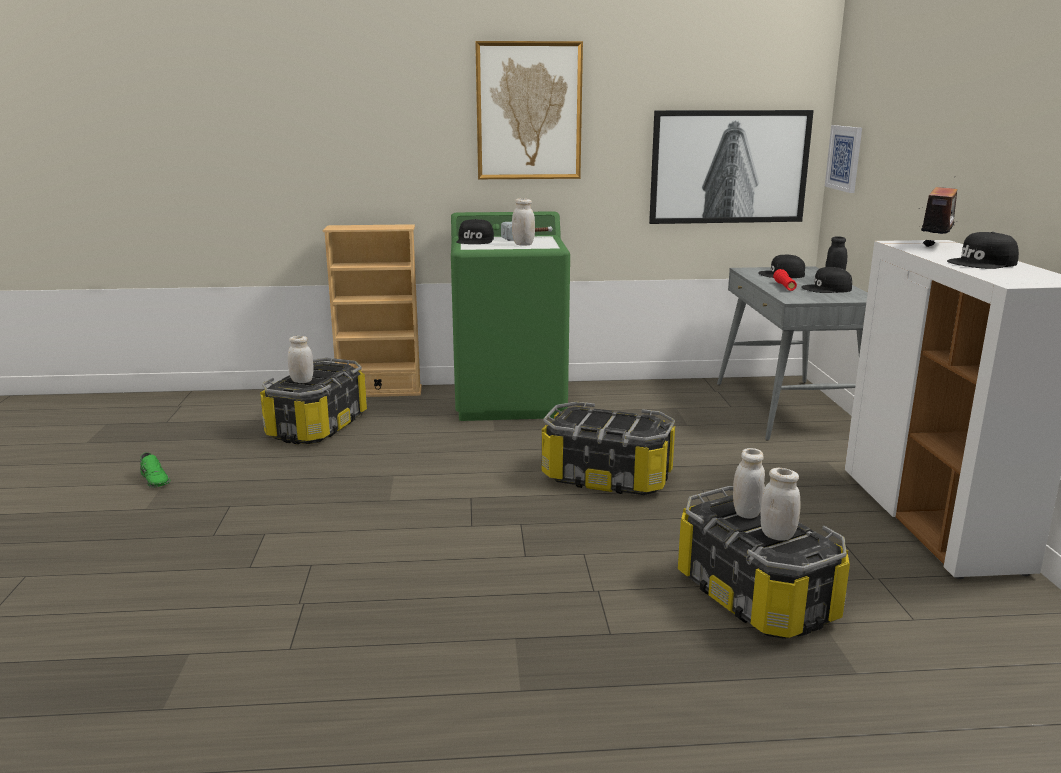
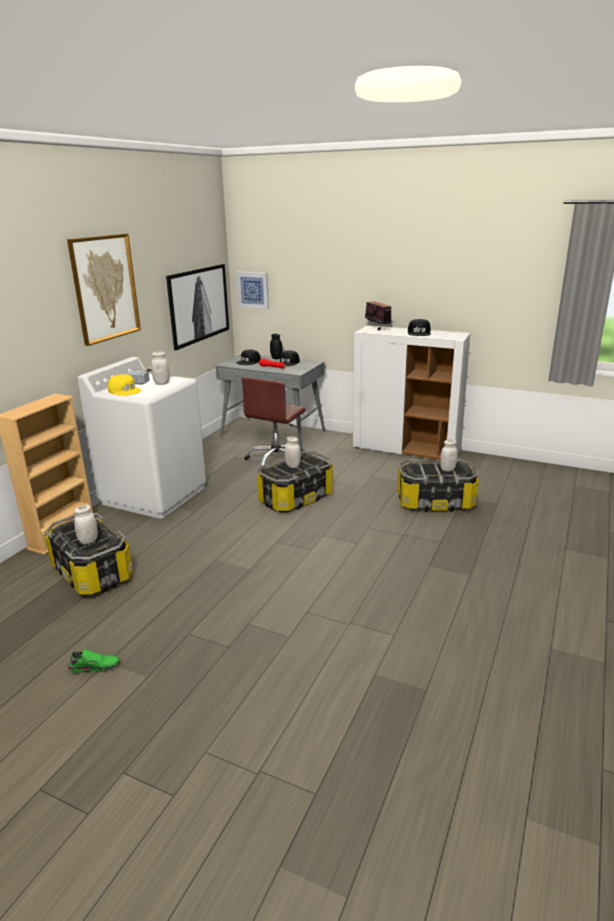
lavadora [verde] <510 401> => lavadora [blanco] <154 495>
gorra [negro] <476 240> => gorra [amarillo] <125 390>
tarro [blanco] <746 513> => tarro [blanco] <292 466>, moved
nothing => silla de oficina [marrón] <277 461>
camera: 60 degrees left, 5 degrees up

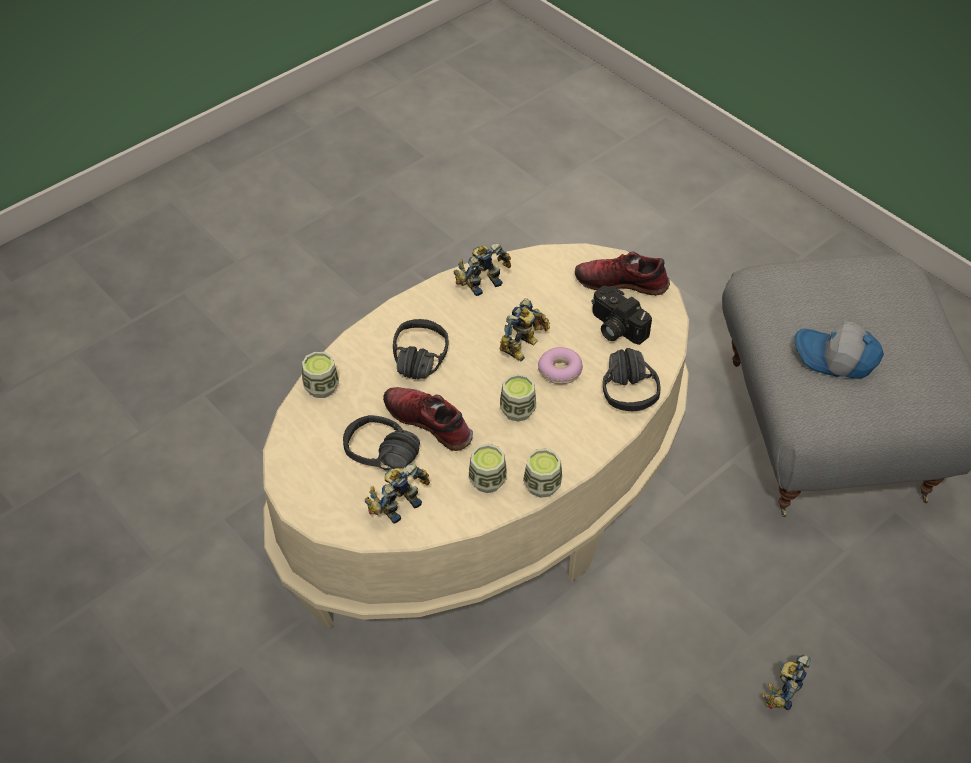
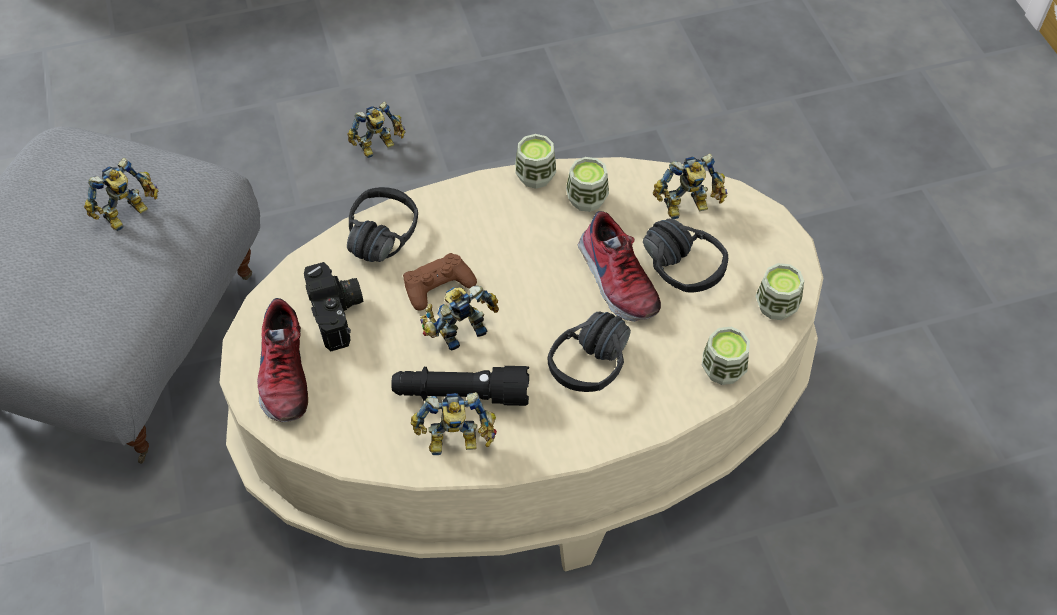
zapato <621 282> => zapato <282 373>, 45 degrees clockwise
gorra <835 359> => robot de juguete <129 215>
rosquilla <560 371> => mando de consola [marrón] <438 285>
taza <517 410> => taza <776 306>, moved
nothing => linterna [negro] <461 394>
camera: 155 degrees left, 5 degrees up

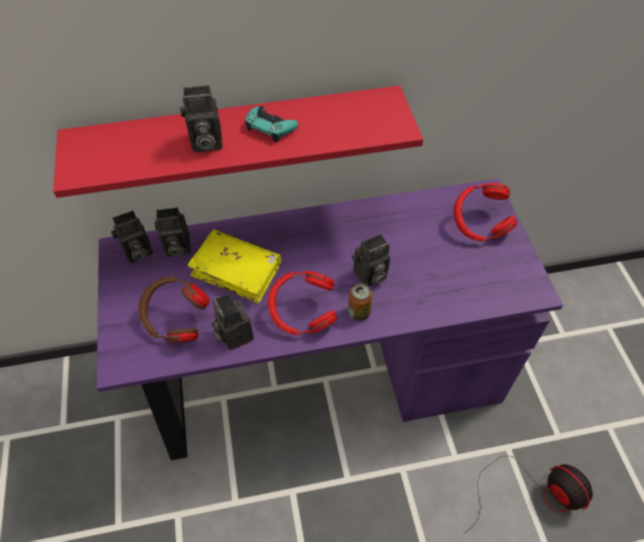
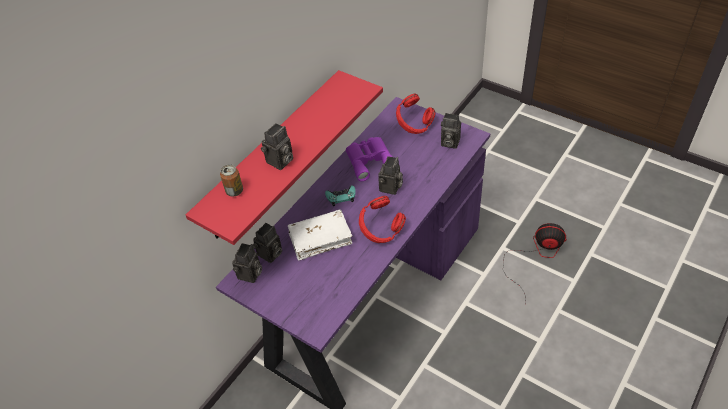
mando de consola [turquesa] <270 127> => mando de consola [turquesa] <341 197>, moved
libro [amarillo] <237 271> => libro [blanco] <320 239>
auriculares [marrón] <176 322> => nothing
lata <359 312> => lata <234 191>, moved
cámara <233 334> => cámara <449 142>, moved
nothing => prismáticos [morado] <370 160>
camera: 40 degrees left, 5 degrees down

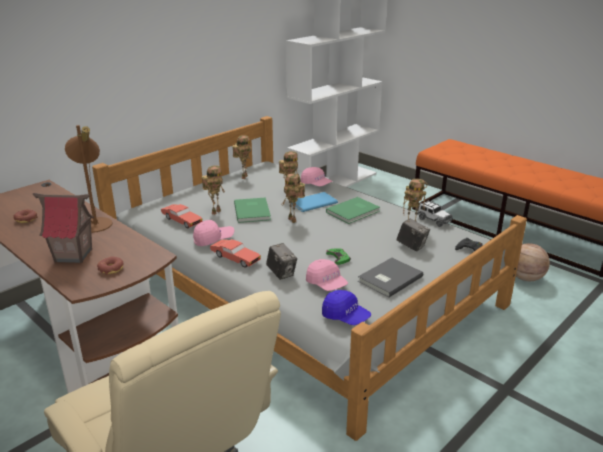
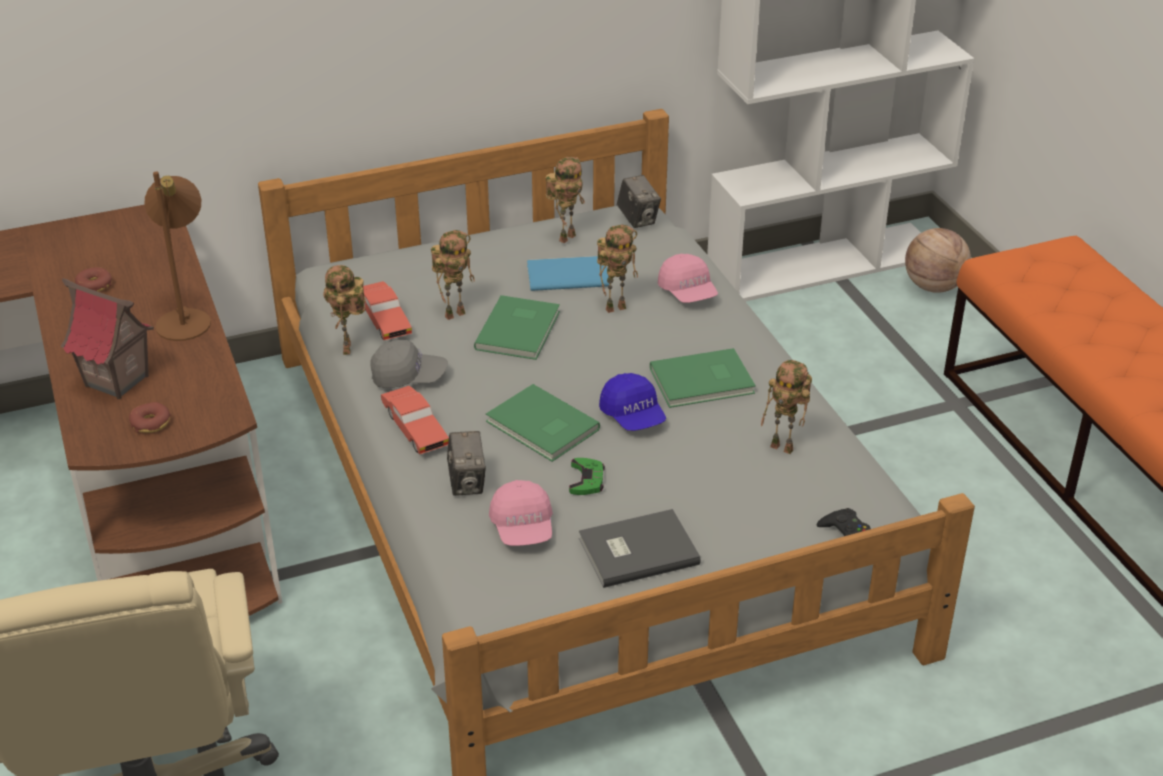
robot de juguete <293 220> => robot de juguete <349 349>, moved
libro [azul] <312 203> => libro [azul] <565 274>, moved
coche de juguete <433 220> => nothing
cámara <411 246> => cámara <638 219>, moved
gorra [rosa] <213 239> => gorra [gris] <409 377>
balón de baloncesto <525 278> => balón de baloncesto <933 287>, moved
gorra [azul] <345 317> => gorra [azul] <633 416>, moved
nothing => libro [verde] <541 427>
camera: 25 degrees right, 10 degrees up

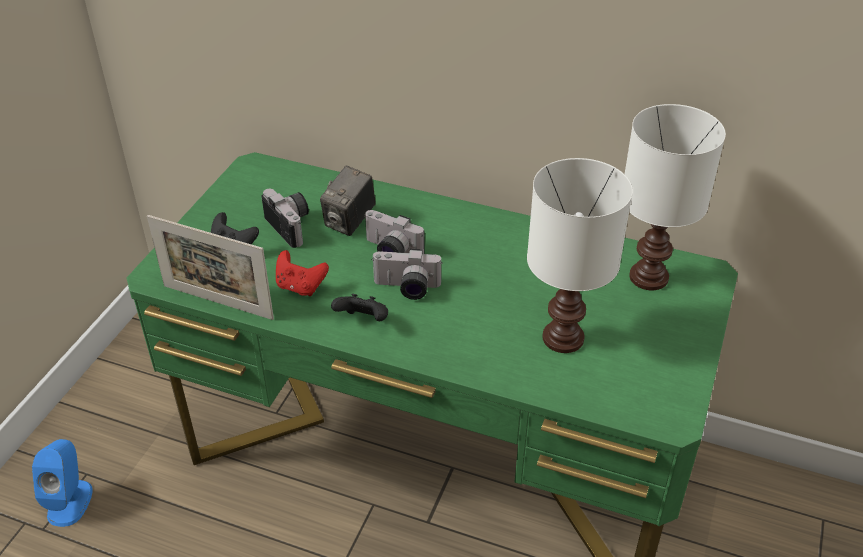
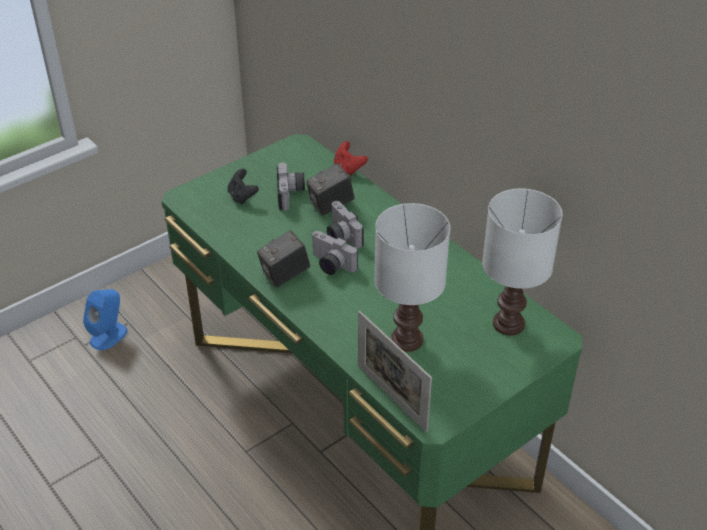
portarretratos <218 302> => portarretratos <391 397>, moved
mando de consola [rojo] <300 287> => mando de consola [rojo] <348 168>, moved
mando de consola [negro] <363 321> => cámara <285 275>
camera: 30 degrees right, 0 degrees up

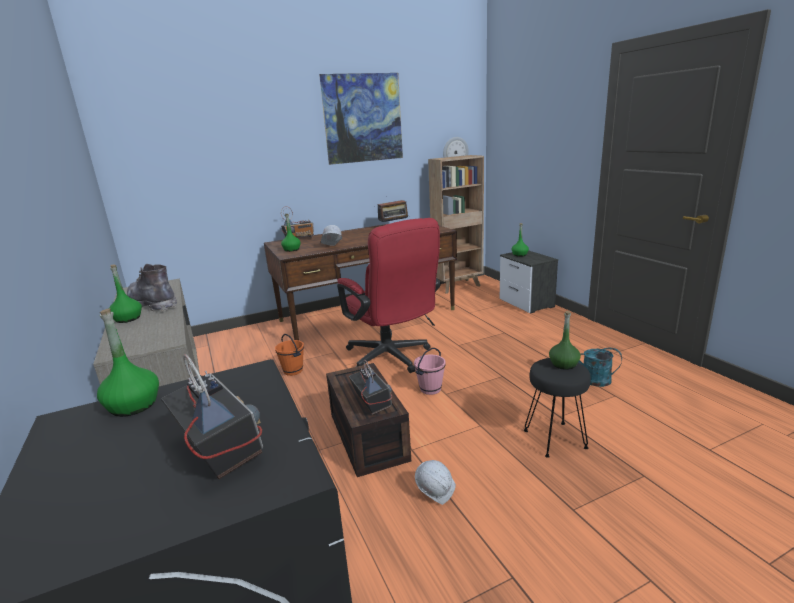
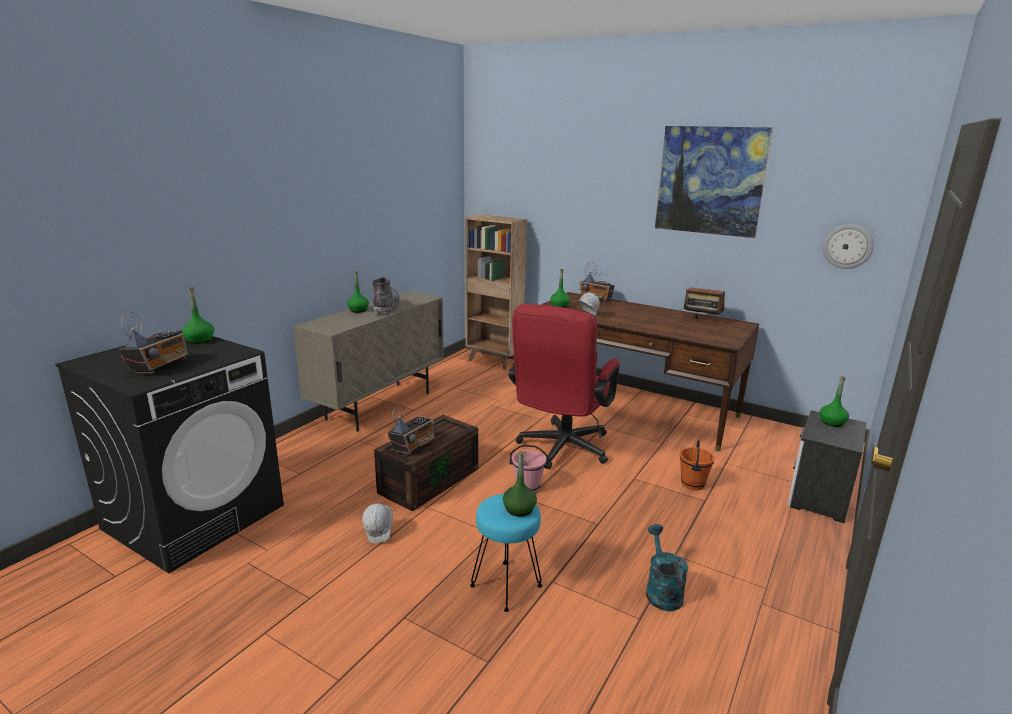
estantería [marrón] <458 286> => estantería [marrón] <494 361>, moved
cubo [naranja] <293 371> => cubo [naranja] <693 484>, moved
taburete [negro] <554 438> => taburete [turquesa] <507 585>
camera: 55 degrees right, 0 degrees up

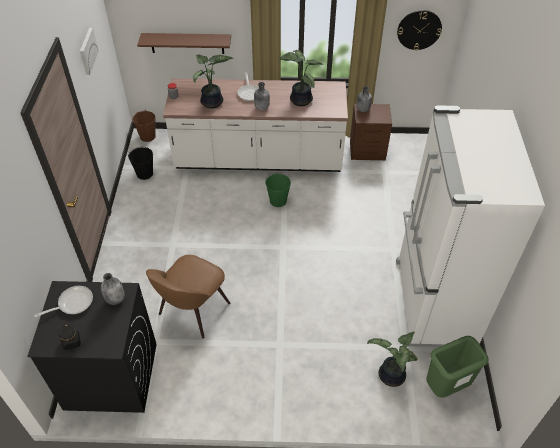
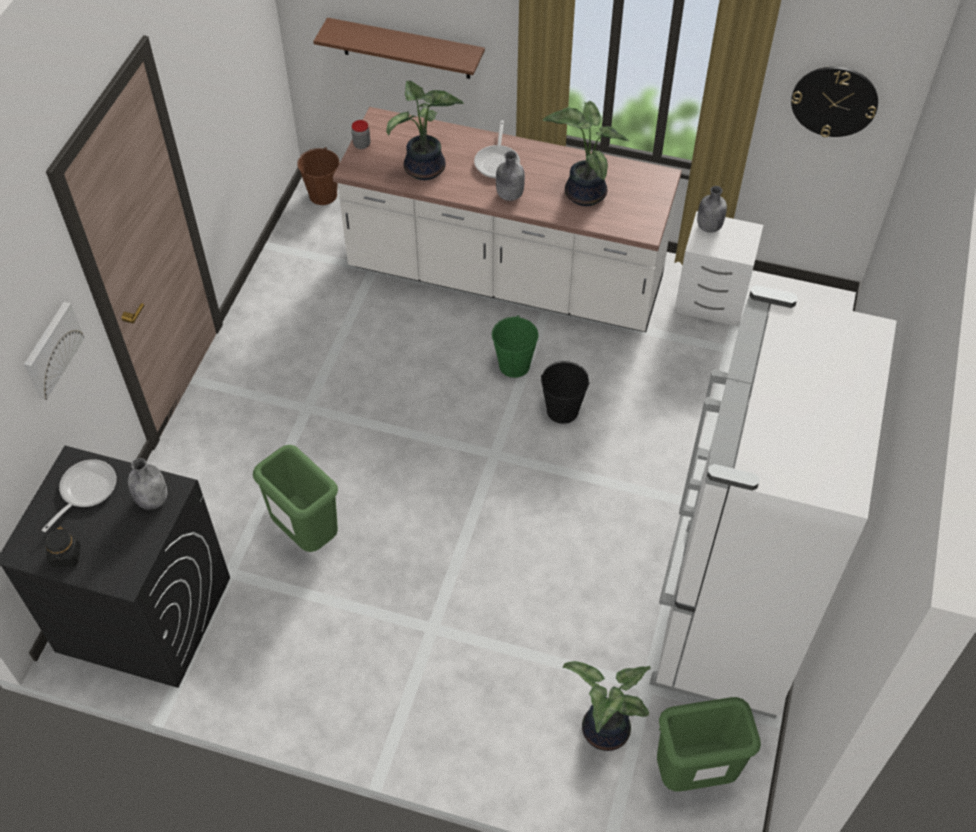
cuadro <87 51> => cuadro <51 349>, moved
mesita de noche [marrón] <368 151> => mesita de noche [blanco] <712 302>
cubo [negro] <145 174> => cubo [negro] <562 410>, moved
silla [marrón] <192 311> => papelera [verde] <305 534>
sartén <72 303> => sartén <85 491>, 45 degrees counterclockwise
camera: 15 degrees right, 5 degrees up

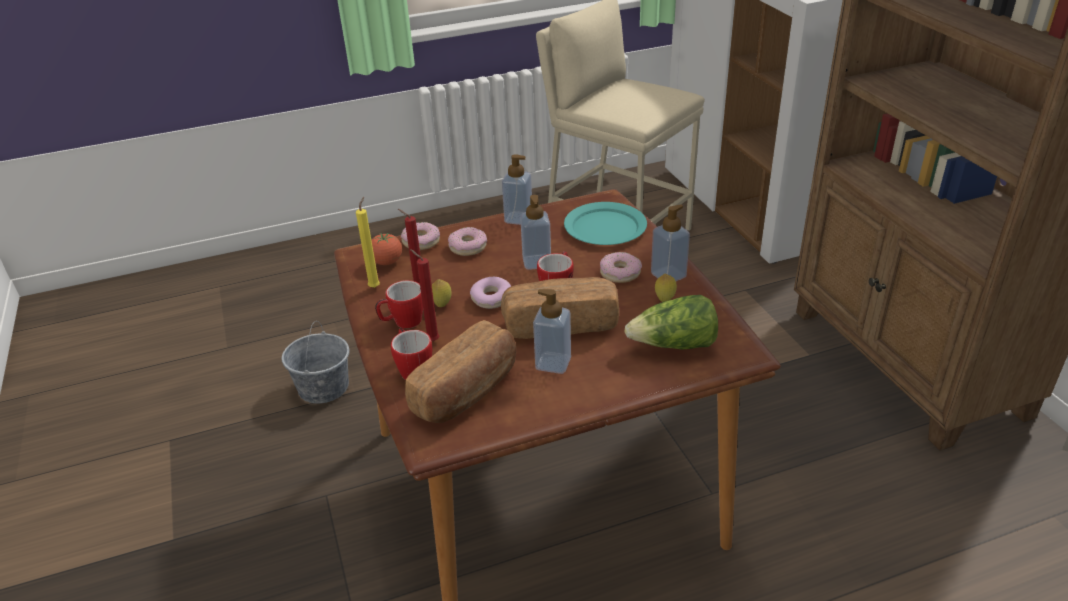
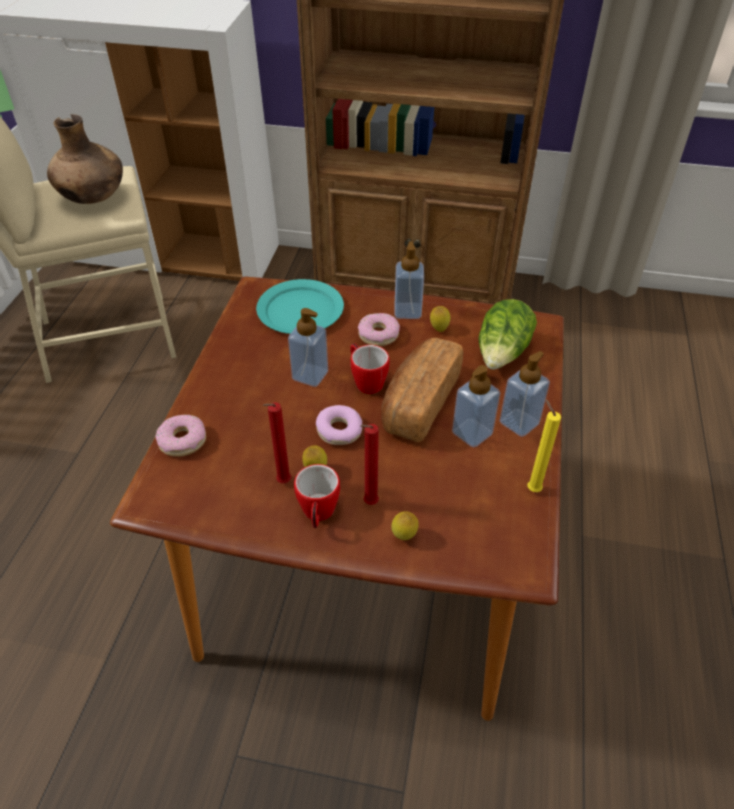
dispensador de jabón <518 218> => dispensador de jabón <519 423>, moved
vela [amarillo] <375 286> => vela [amarillo] <532 488>, moved
rosquilla <467 247> => nothing
tomate <387 262> => nothing
pan <467 391> => nothing
cubo [gris] <323 387> => nothing
taza grande <413 369> => limón <404 536>
nothing => florero [marrón] <94 198>
camera: 60 degrees left, 10 degrees up

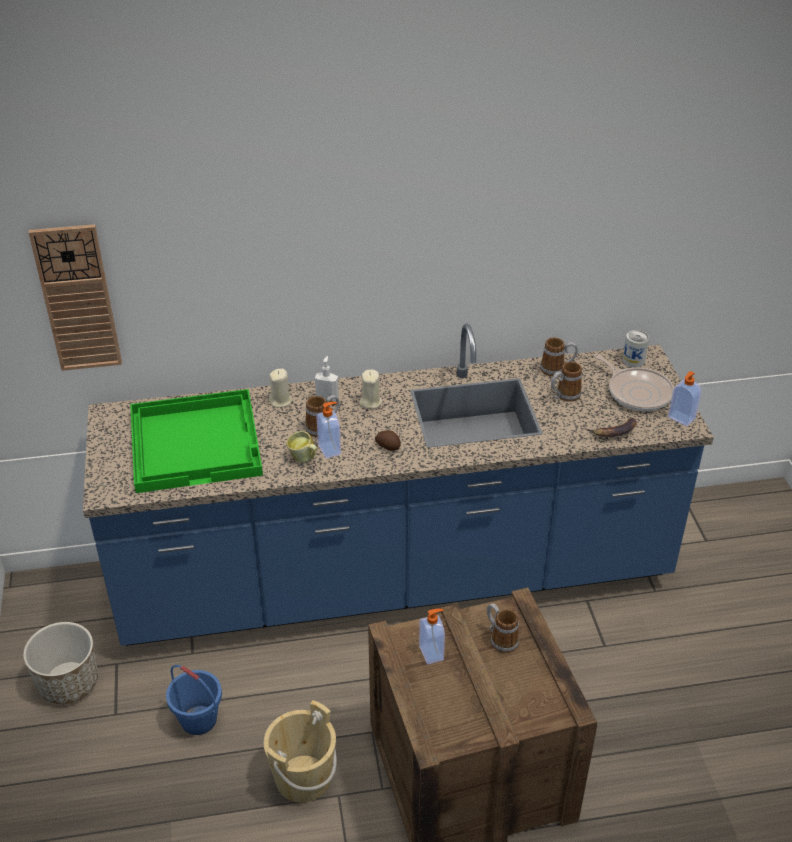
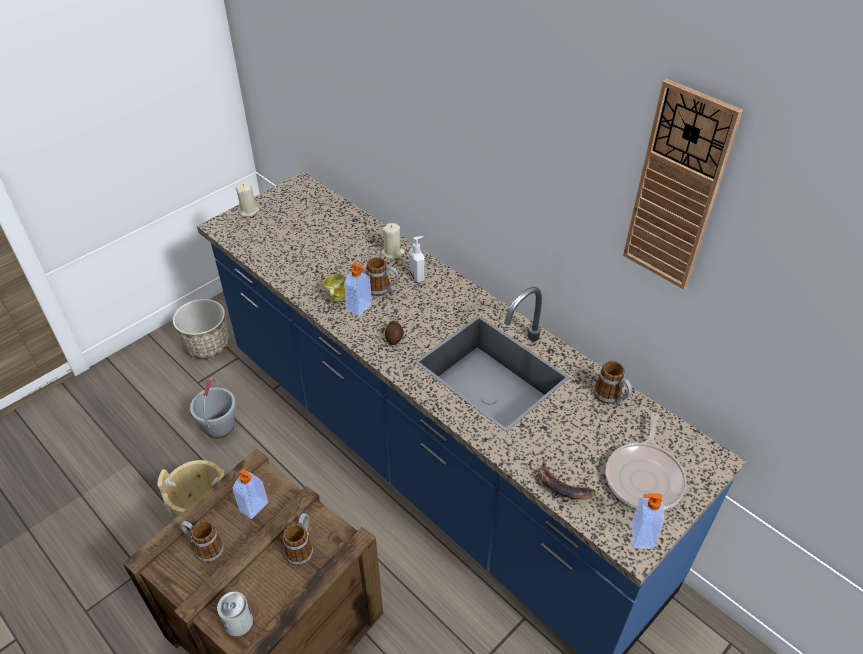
reloj de pared <77 299> => reloj de pared <677 190>, moved
lata <633 360> => lata <238 622>, moved
taza grande <564 396> => taza grande <205 548>, moved
vela [beis] <370 402> => vela [beis] <249 211>, moved
bandeja [verde] <196 442> => nothing
cubo [azul] <198 720> => cubo [gris] <219 427>
camera: 55 degrees right, 5 degrees up

